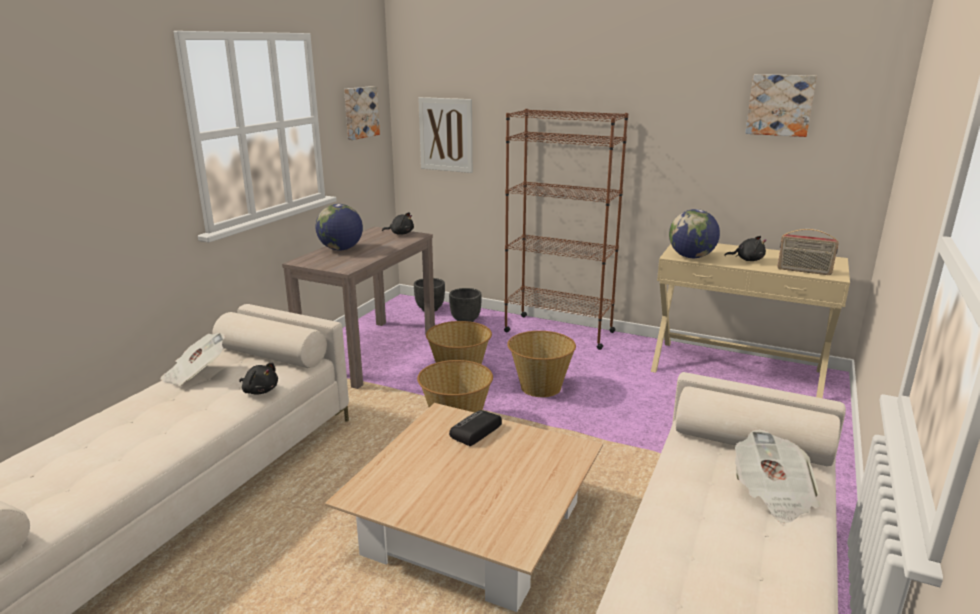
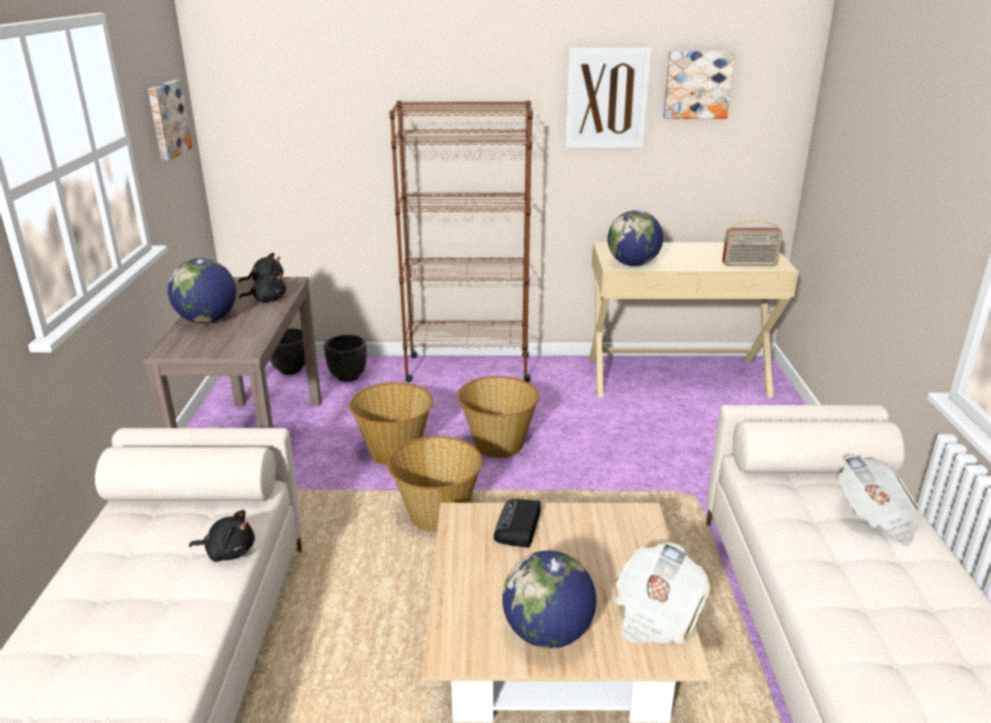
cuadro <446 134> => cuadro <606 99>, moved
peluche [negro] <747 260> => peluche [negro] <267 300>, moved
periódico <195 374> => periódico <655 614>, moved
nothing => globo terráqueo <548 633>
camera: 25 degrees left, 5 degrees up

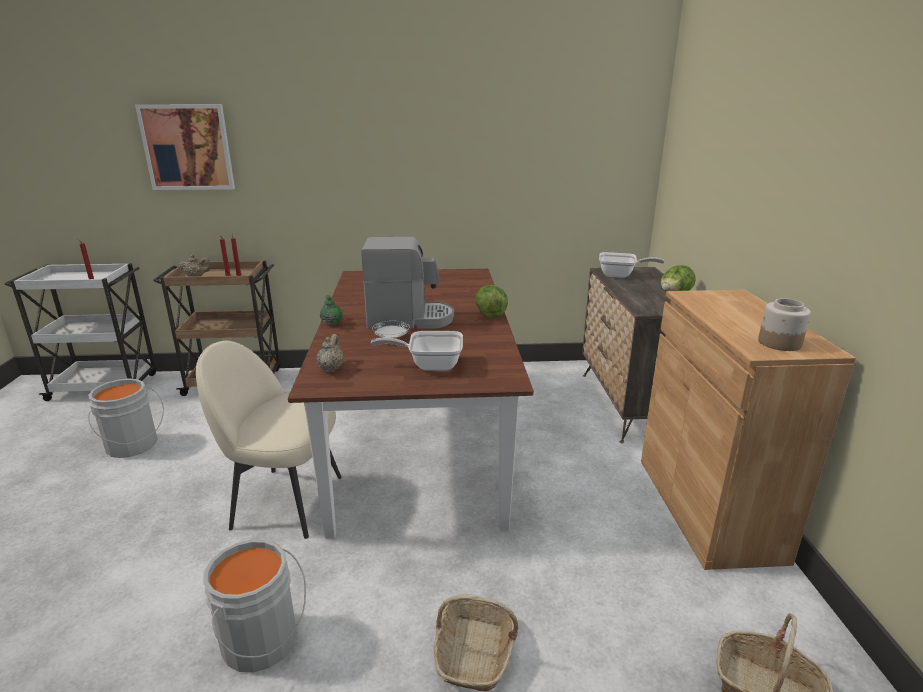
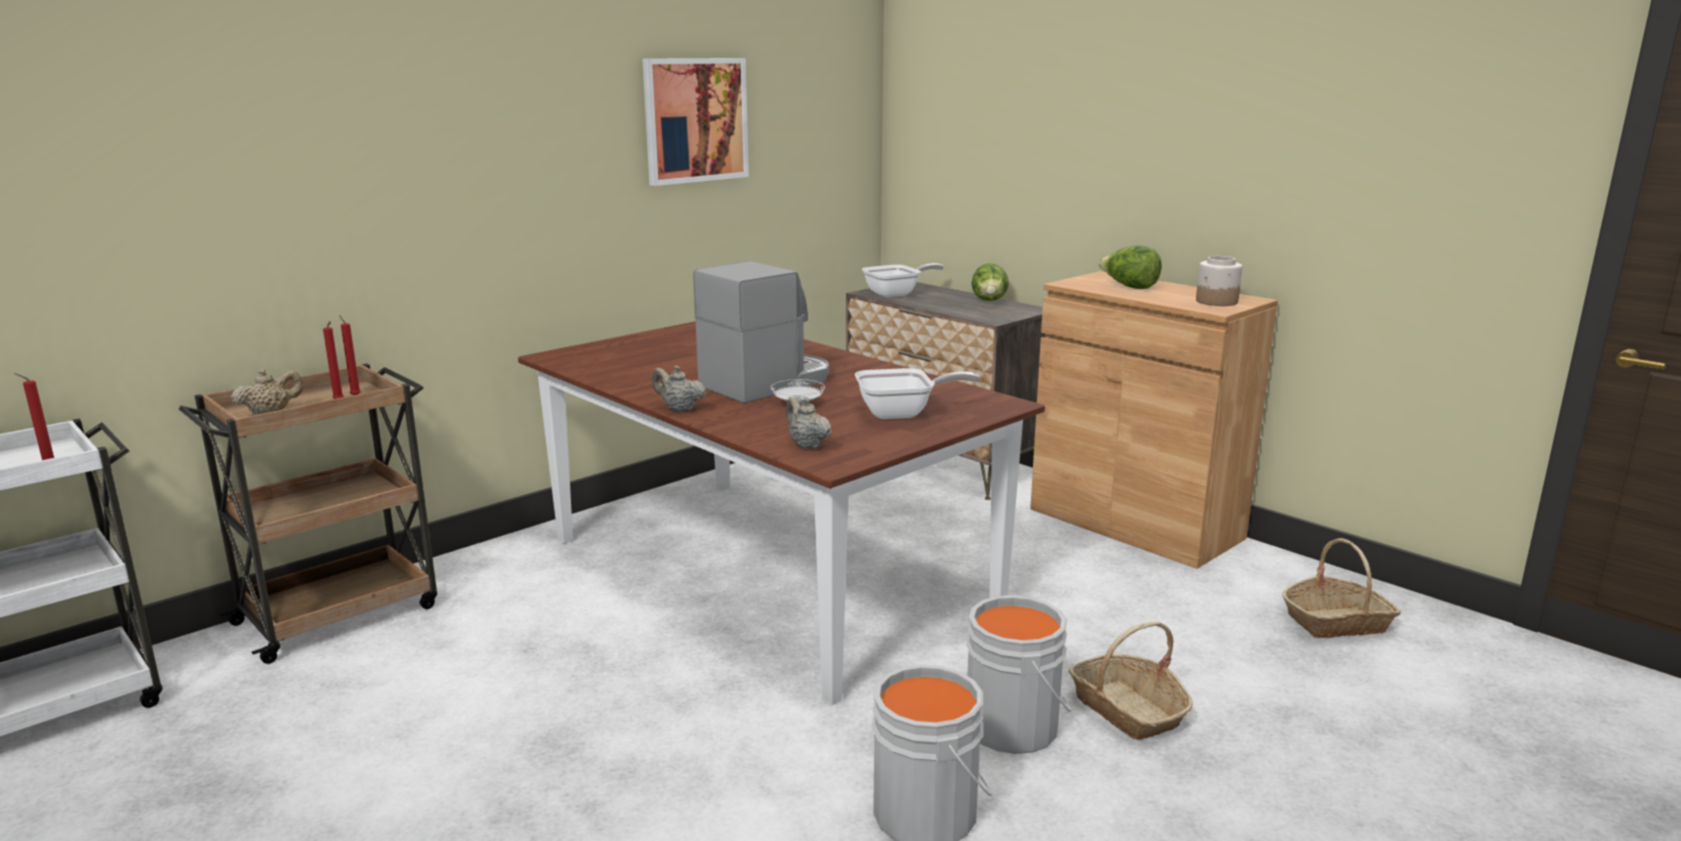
cuadro <187 147> => cuadro <695 120>, moved
lechuga <490 314> => lechuga <1129 287>, moved
tetera [verde] <331 323> => tetera [beis] <678 409>
sartén <429 365> => sartén <903 413>, 150 degrees counterclockwise
silla [beis] <284 501> => nothing
cubo [gris] <133 445> => cubo [gris] <1016 726>, moved
camera: 40 degrees left, 5 degrees down

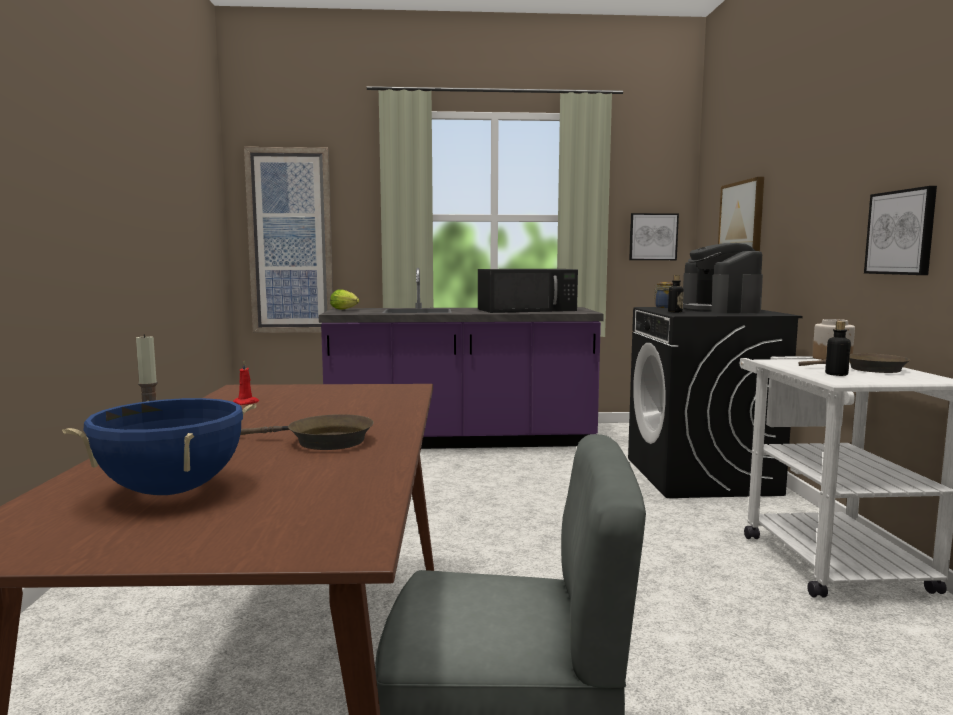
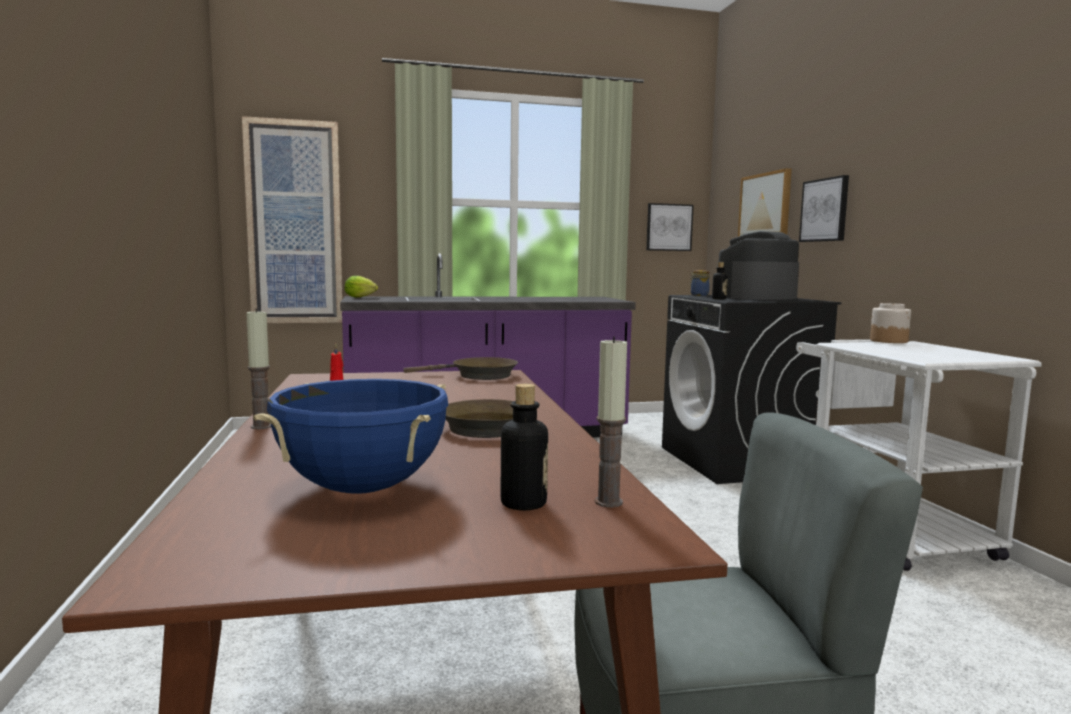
cuadro <901 232> => cuadro <825 210>, moved
cafetera <720 310> => cafetera <756 297>, 75 degrees clockwise
microondas [negro] <527 310> => nothing
botella <836 374> => botella <523 503>, moved
sartén [marrón] <869 369> => sartén [marrón] <478 376>, moved
nothing => vela <608 502>
camera: 10 degrees left, 0 degrees up

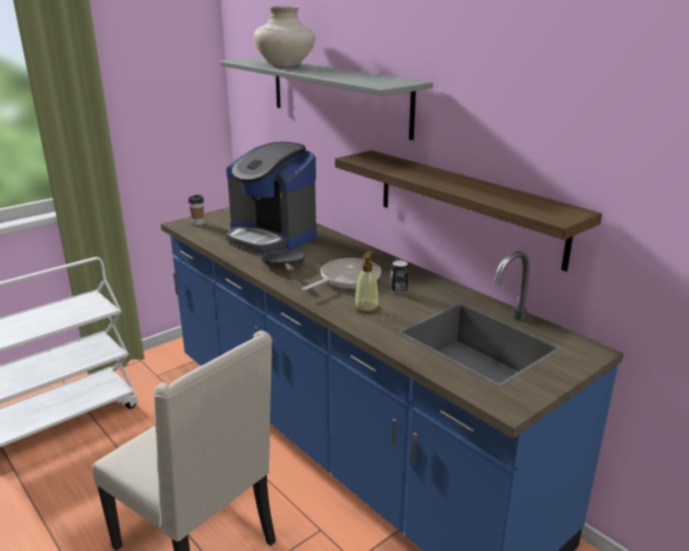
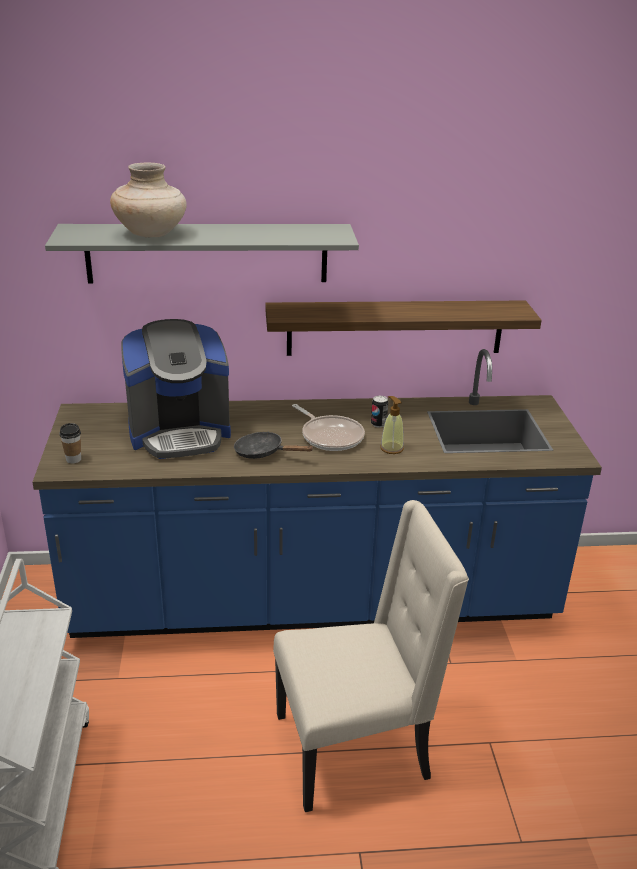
sartén <347 279> => sartén <330 436>, 150 degrees clockwise
camera: 55 degrees left, 5 degrees up

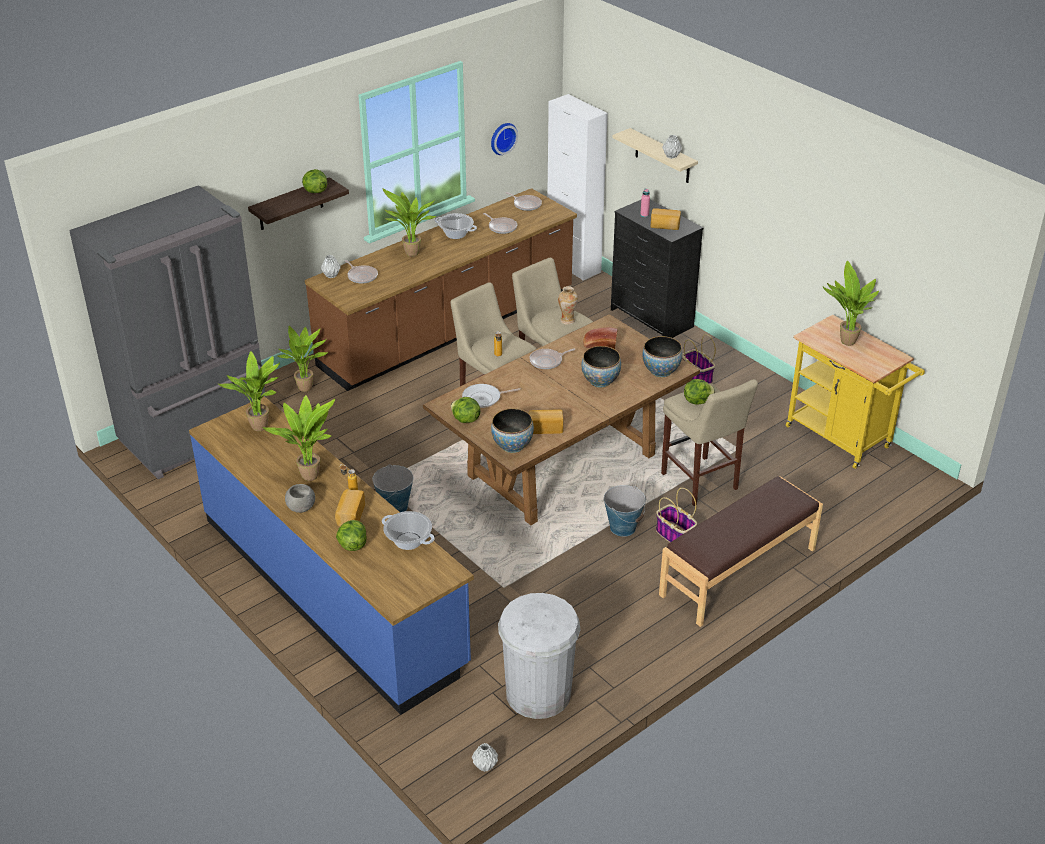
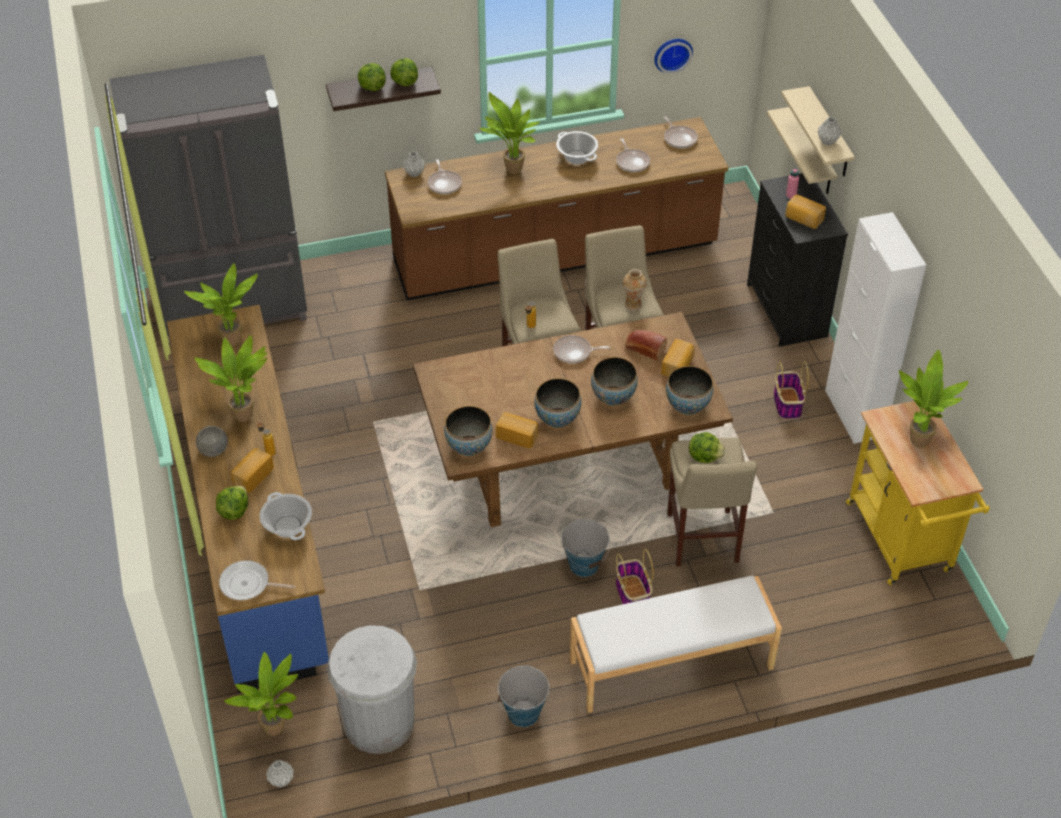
armario [blanco] <573 265> => armario [blanco] <854 413>, moved
planta en maceta <307 388> => planta en maceta <277 730>, moved
sartén <484 398> => sartén <248 584>, moved
lechuga <465 420> => lechuga <371 87>, moved
cubo <395 507> => cubo <523 713>, moved
banco [marrón] <739 572> => banco [blanco] <671 665>
nothing => estante [beis] <813 153>
nothing => pan <678 366>
nothing => cuenco <557 419>
camera: 25 degrees right, 10 degrees up

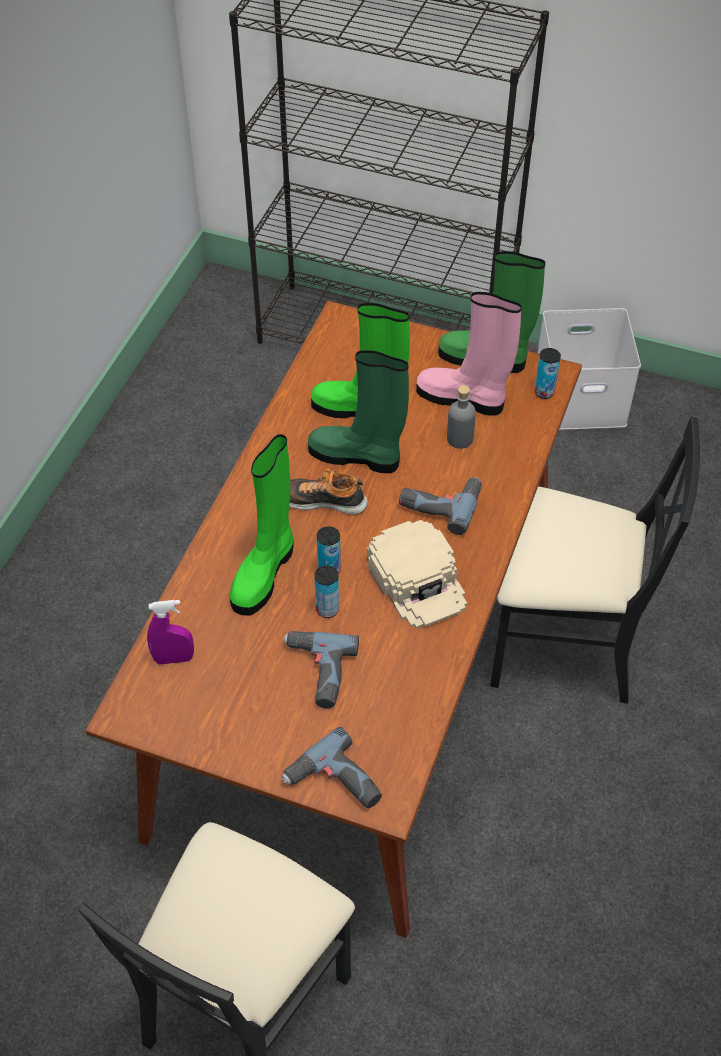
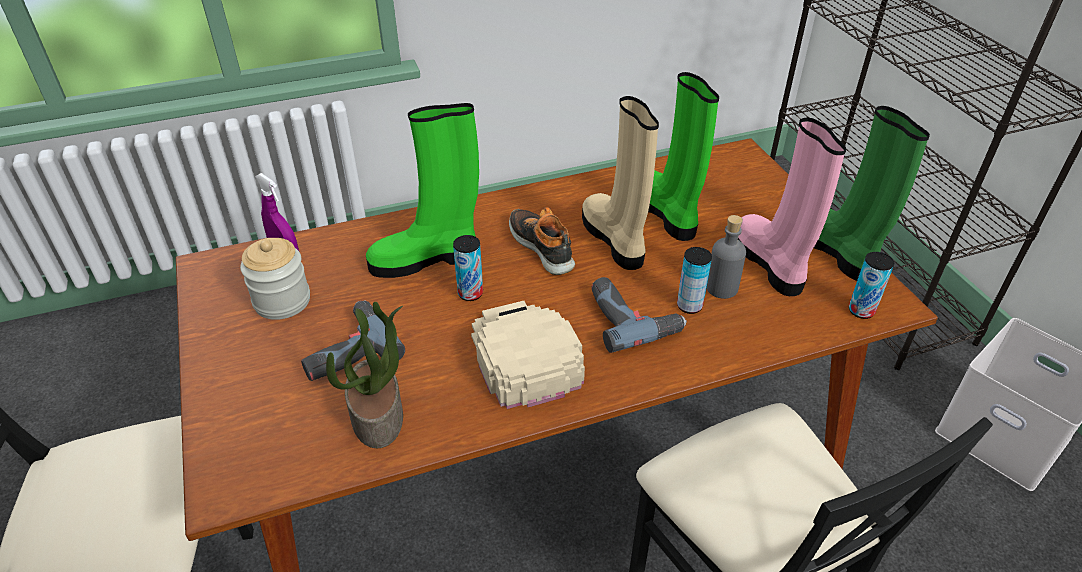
bota [verde] <357 456> => bota [beis] <615 240>
gorra [beis] <418 580> => gorra [beis] <523 355>, 135 degrees clockwise
lata <327 609> => lata <689 306>, moved
taladro <334 785> => nothing
nothing => tarro <282 301>
nothing => planta en maceta <378 416>
camera: 50 degrees right, 10 degrees down

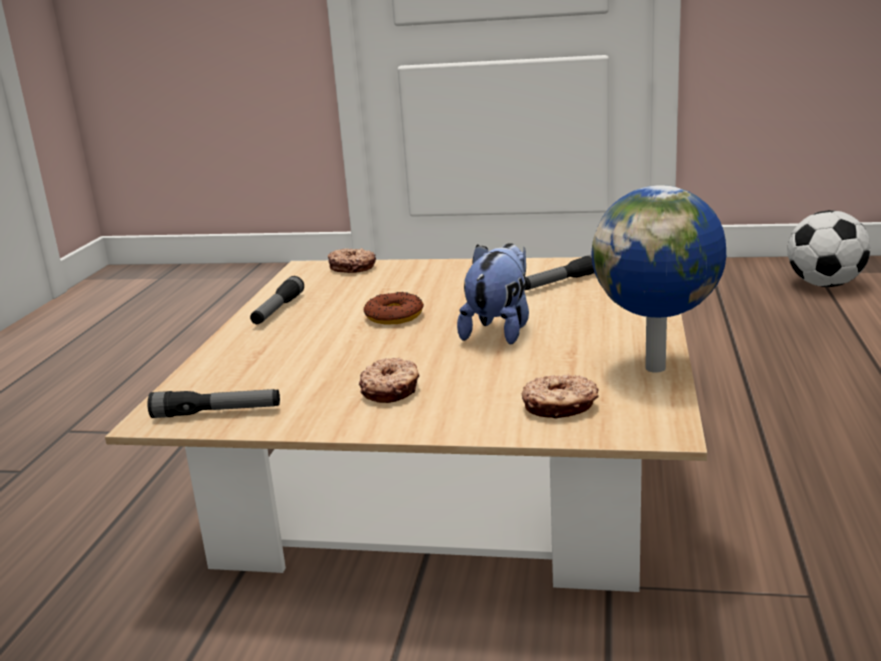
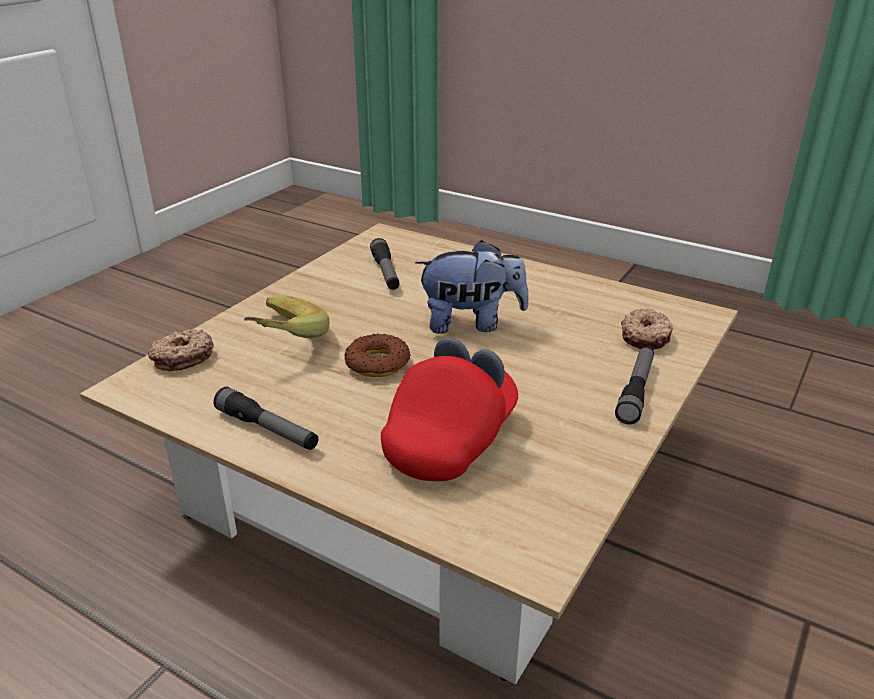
globo terráqueo <658 367> => nothing
balón de fútbol <824 285> => nothing
peluche <499 330> => peluche <471 323>, 135 degrees clockwise
rosquilla <391 390> => nothing
linterna <217 413> => linterna <636 391>, moved
nothing => plátano <280 340>
nothing => gorra [rojo] <451 439>
camera: 70 degrees left, 10 degrees up

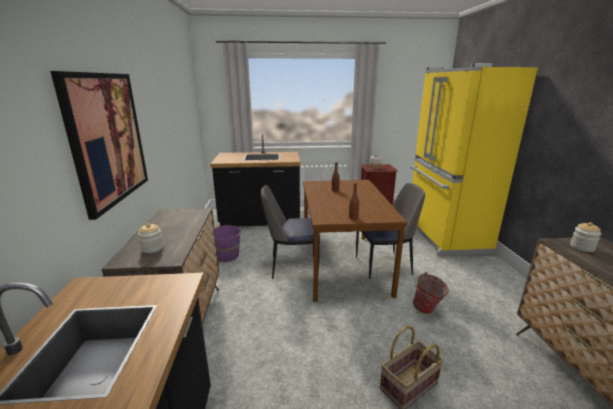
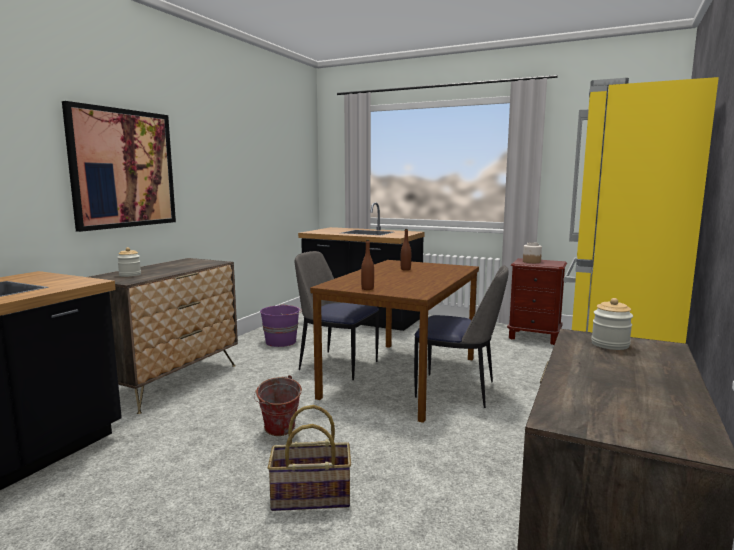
cubo <427 310> => cubo <279 433>, moved
camera: 30 degrees right, 10 degrees down

